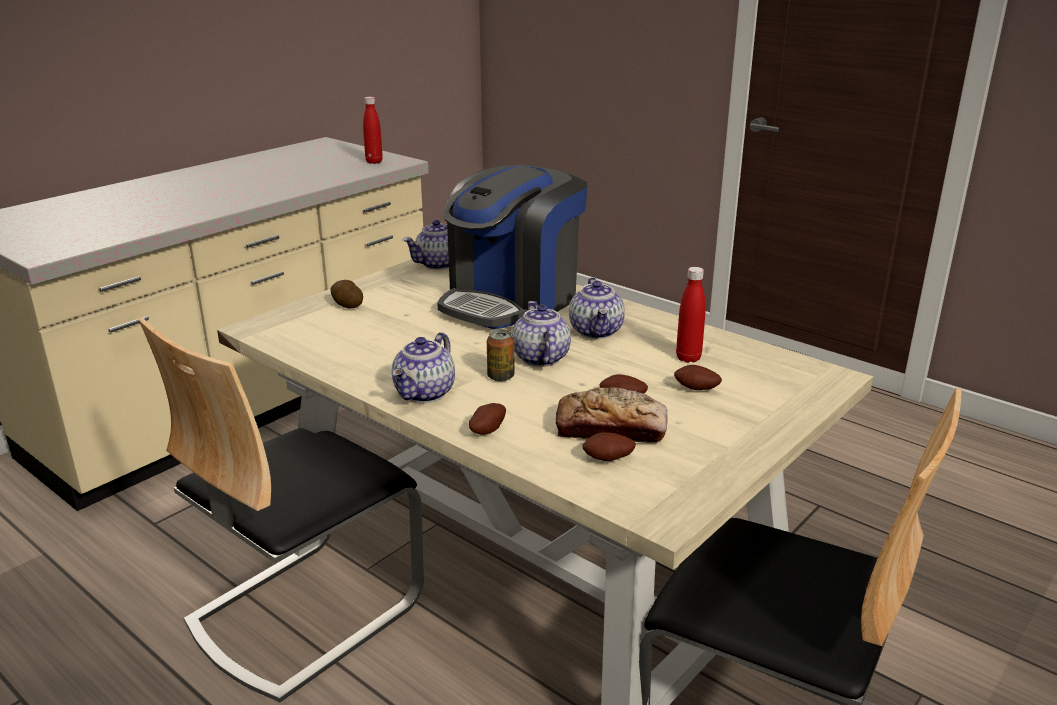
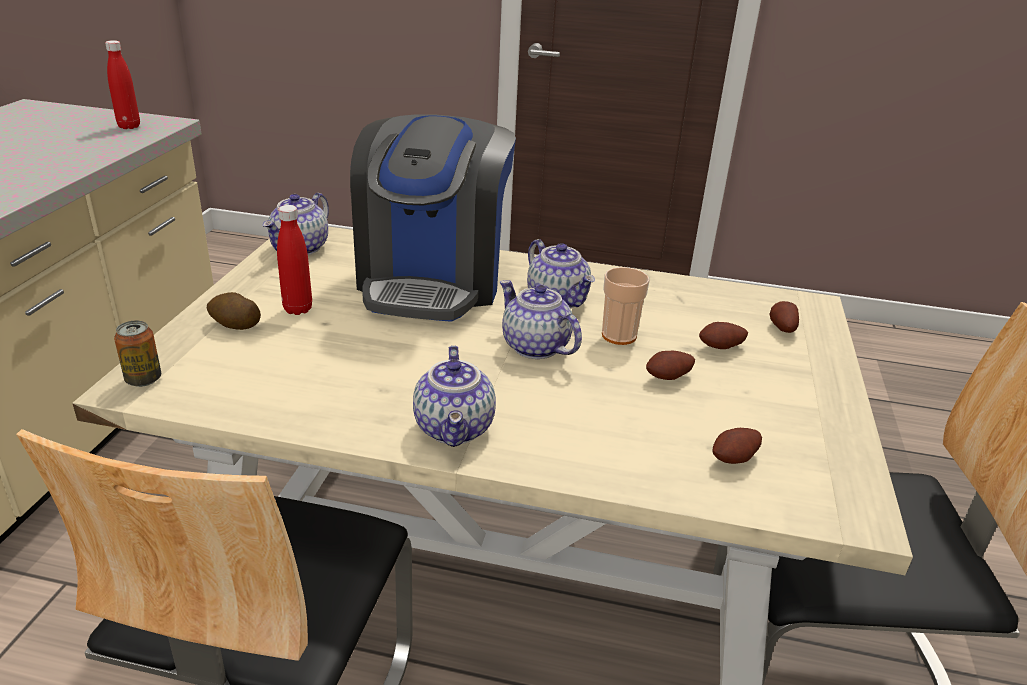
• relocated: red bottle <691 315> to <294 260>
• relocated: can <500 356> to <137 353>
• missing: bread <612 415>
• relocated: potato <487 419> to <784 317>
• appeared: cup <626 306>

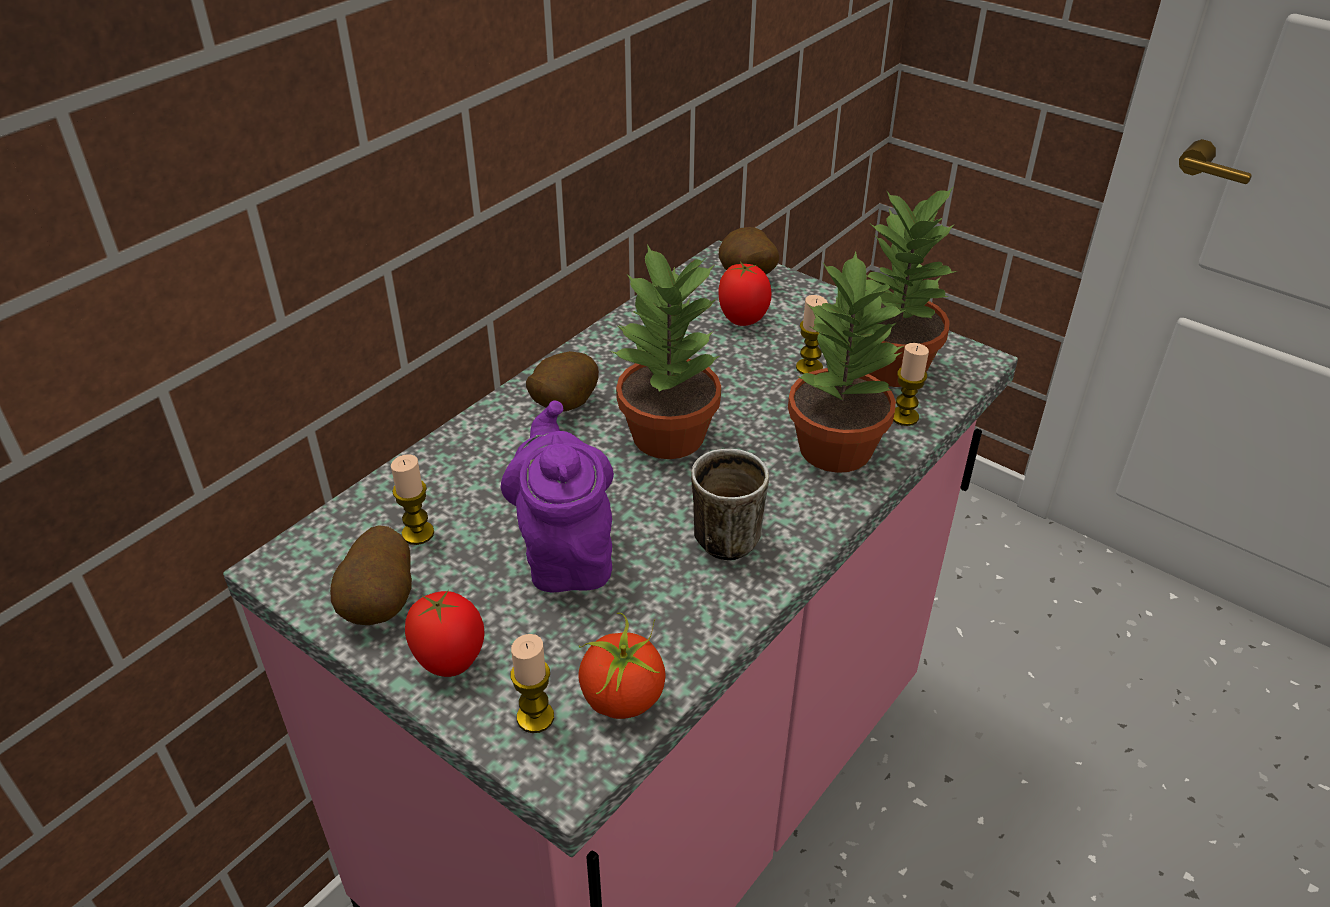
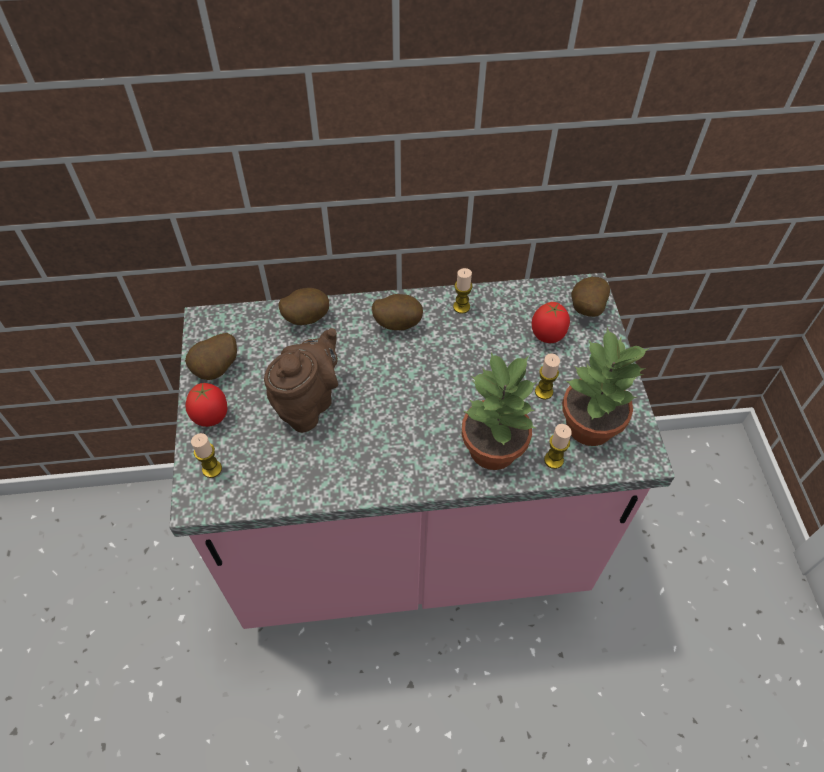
• missing: potted plant <665 351>
• colour: purple teapot <557 497> to brown teapot <301 380>
• missing: mug <730 505>
• relocated: candle <412 499> to <462 291>
• missing: tomato <621 665>
• appeared: potato <304 306>

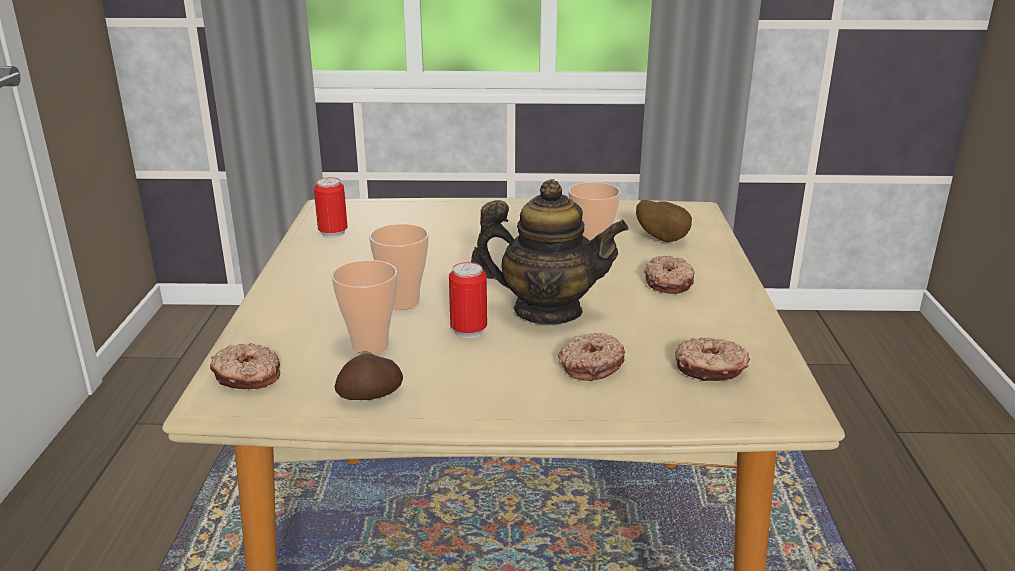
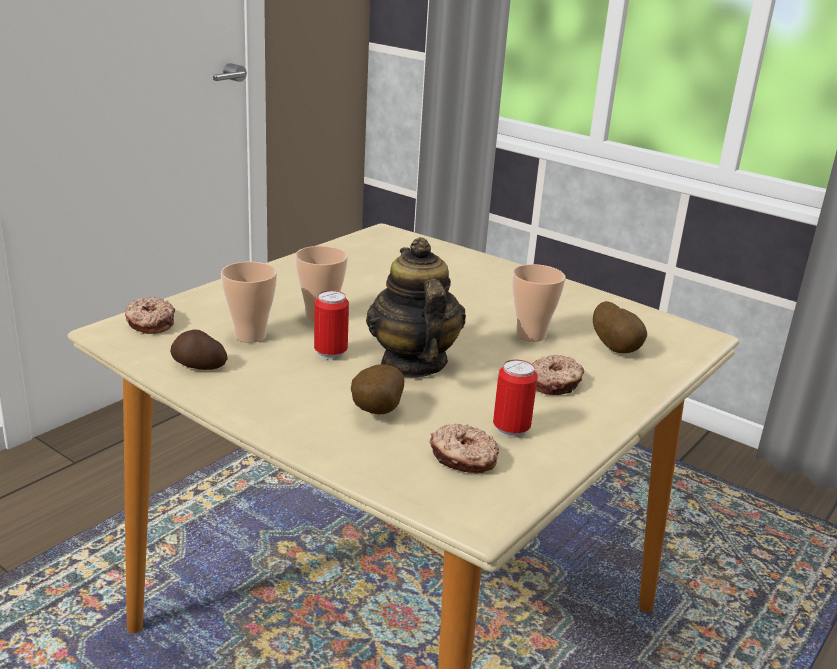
• relocated: can <330 207> to <515 399>
• spun: teapot <550 251> = <416 307> 150 degrees counterclockwise
• exchanged: donut <591 357> to potato <377 389>

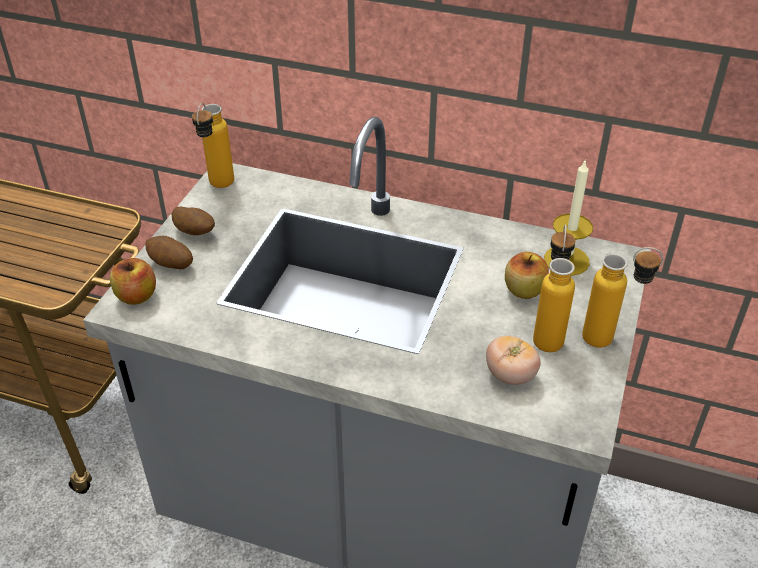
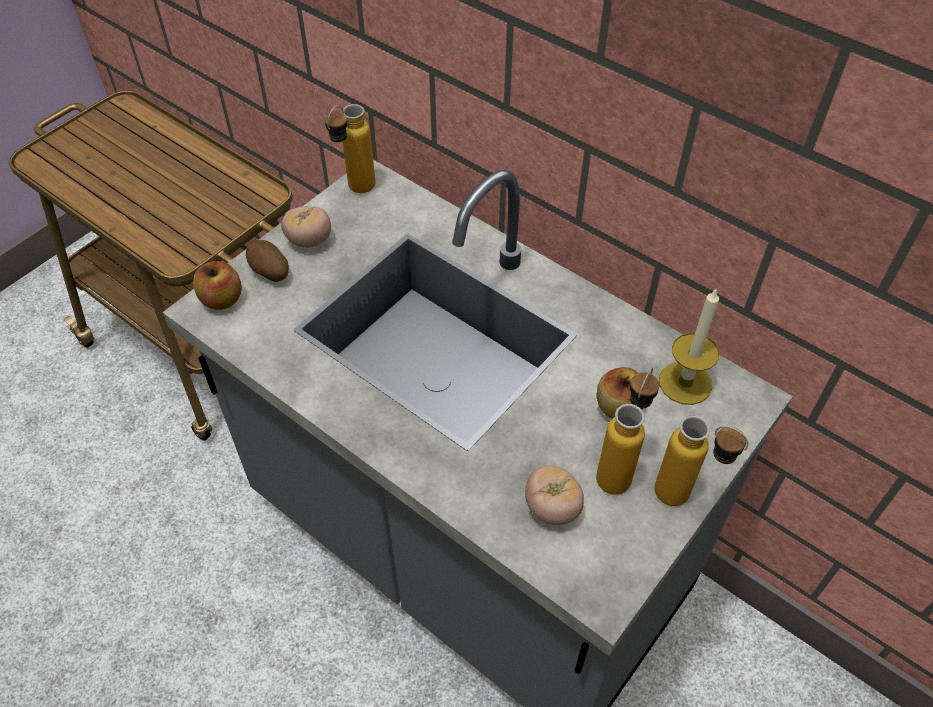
• exchanged: potato <193 221> to tomato <306 227>

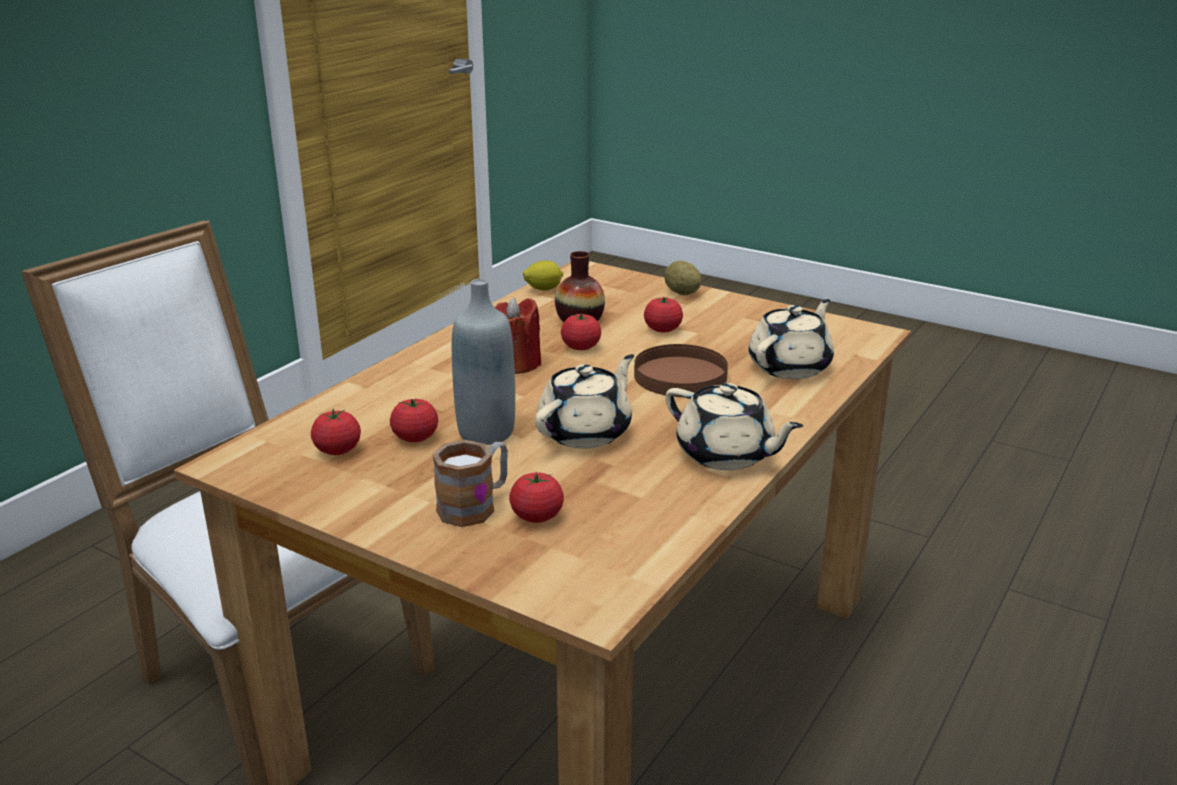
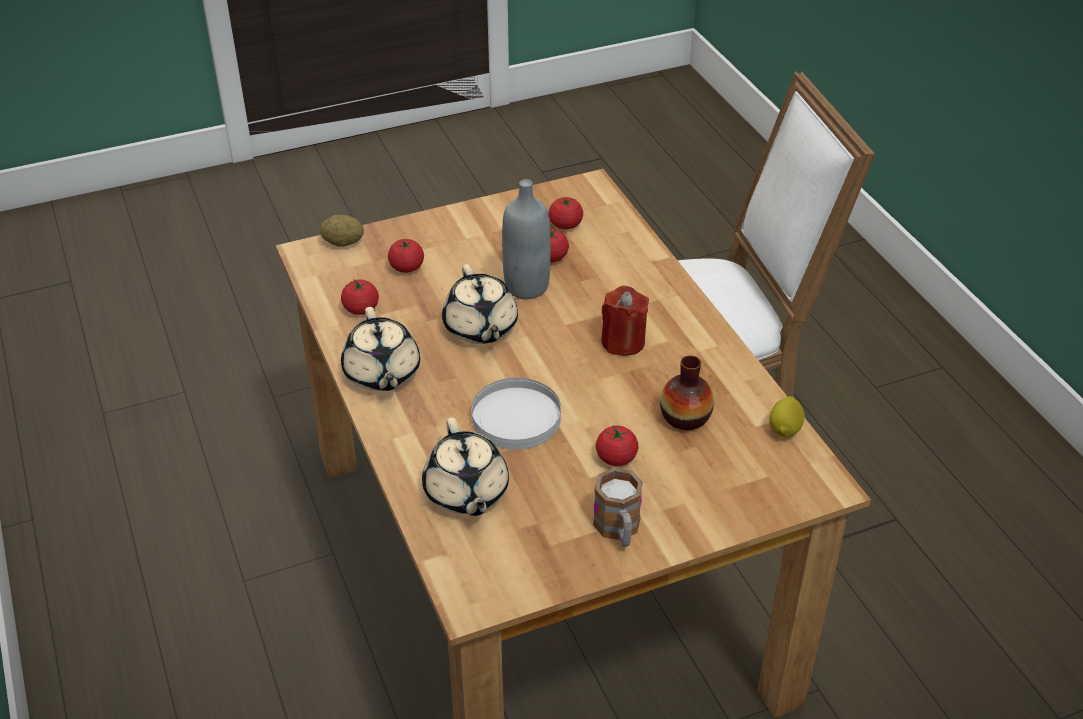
• relocated: potato <683 277> to <342 231>
• relocated: tomato <581 331> to <360 297>
• colour: brown plate <681 370> to white plate <516 414>
• spun: beige teapot <734 426> = <380 349> 90 degrees counterclockwise
• relocated: mug <470 483> to <618 507>

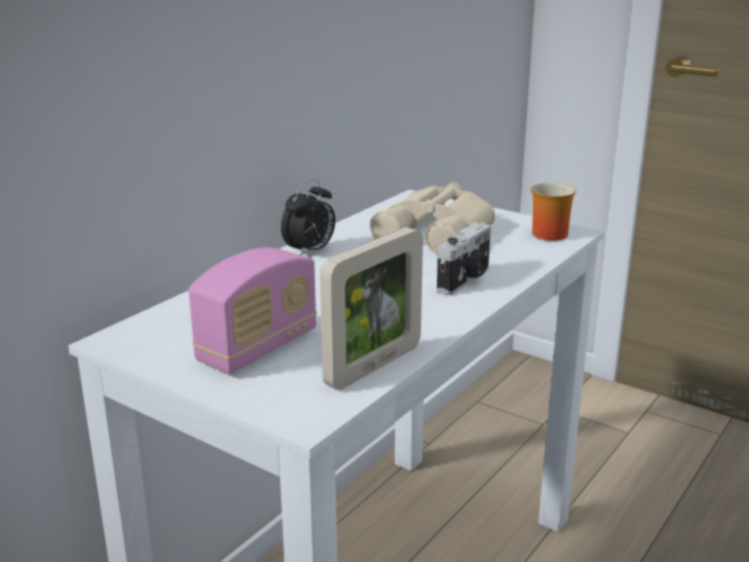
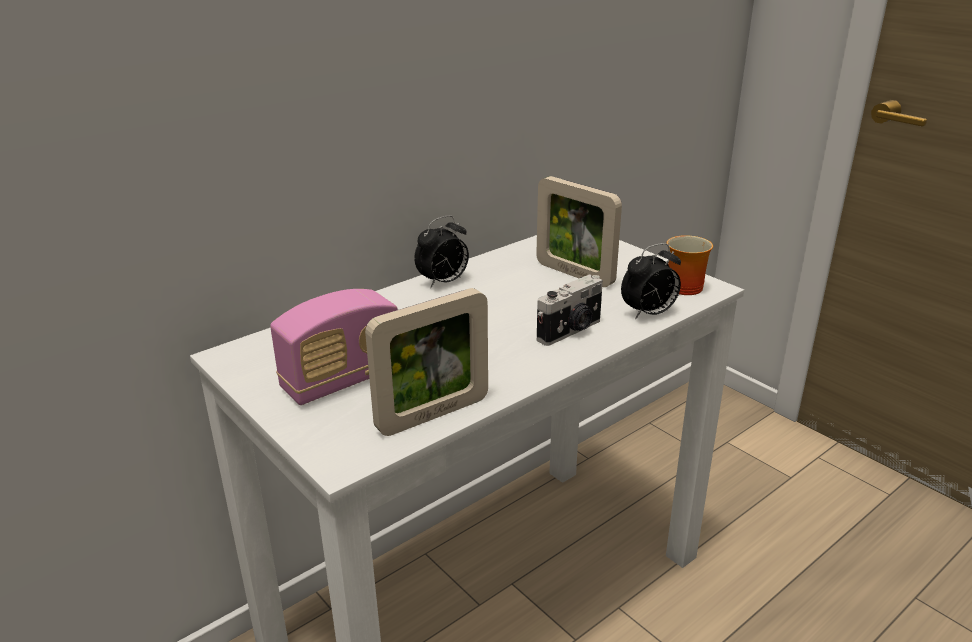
• exchanged: beige binoculars <432 218> to picture frame <579 231>
• appeared: alarm clock <651 281>

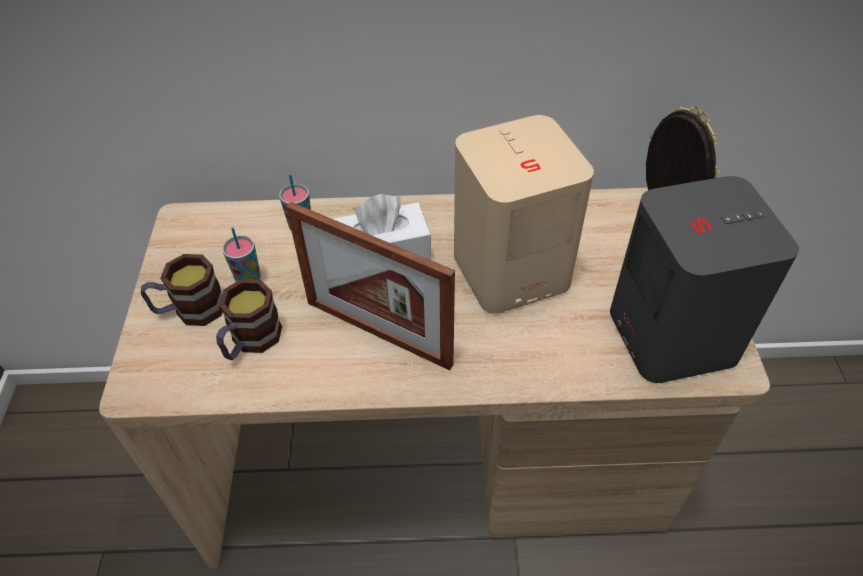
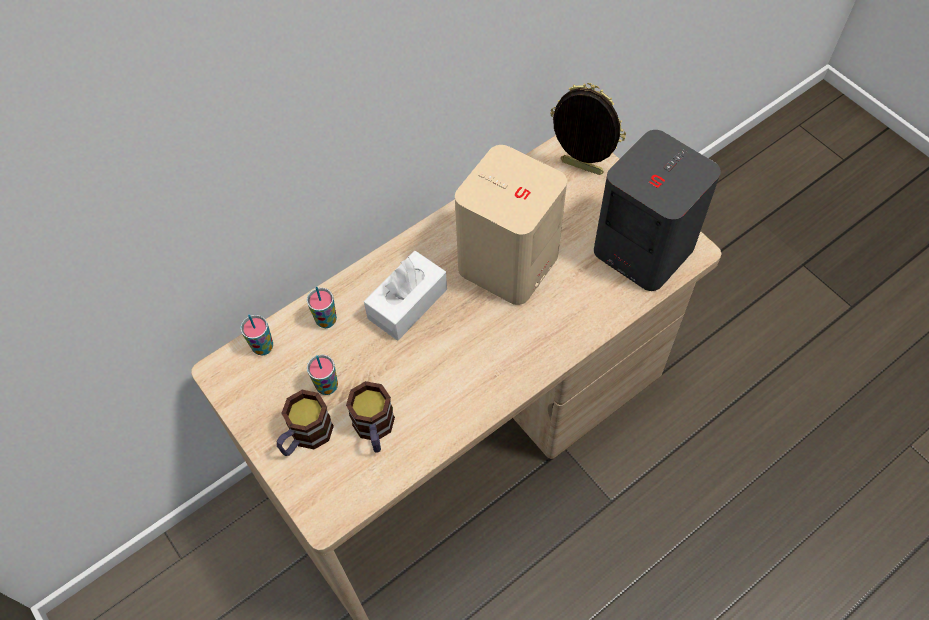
• missing: picture frame <370 286>
• appeared: cup <257 335>

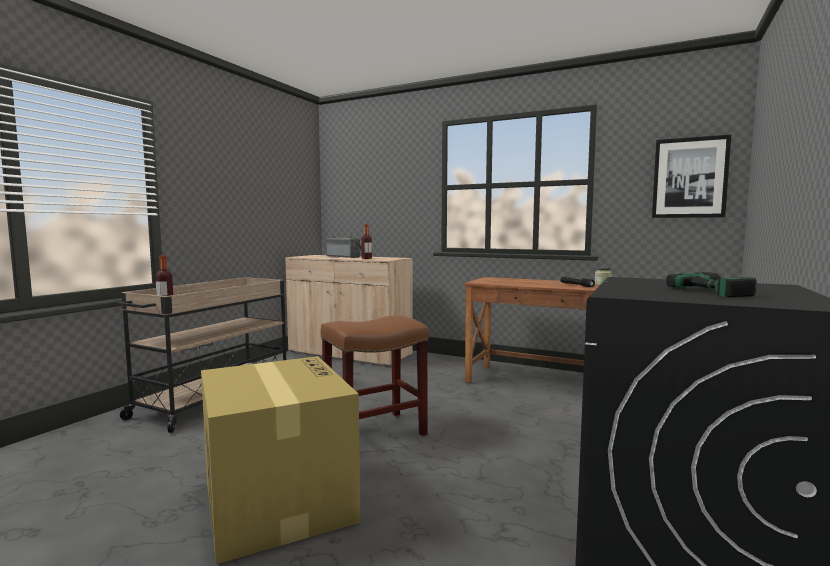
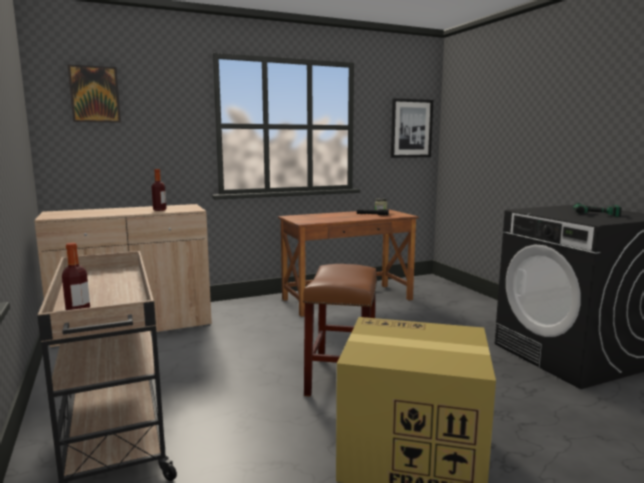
• missing: radio <344 246>
• appeared: picture <94 93>

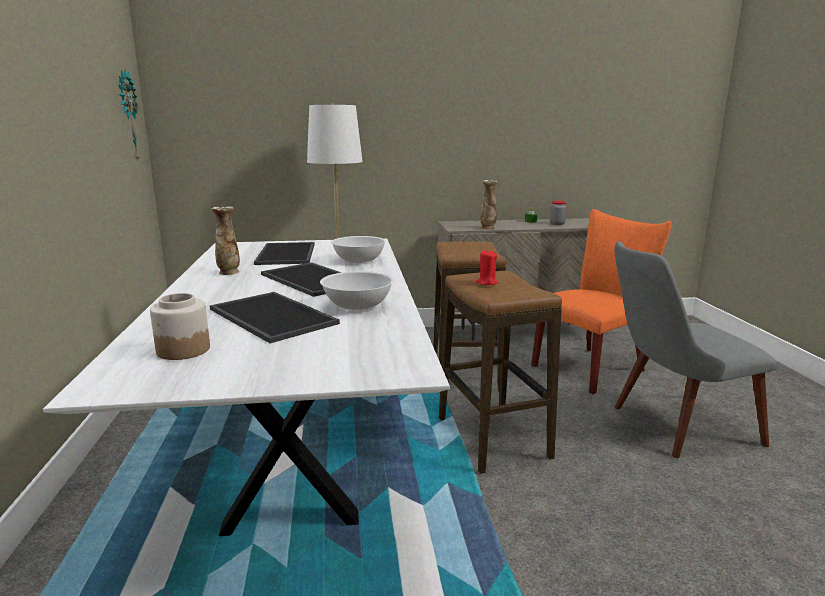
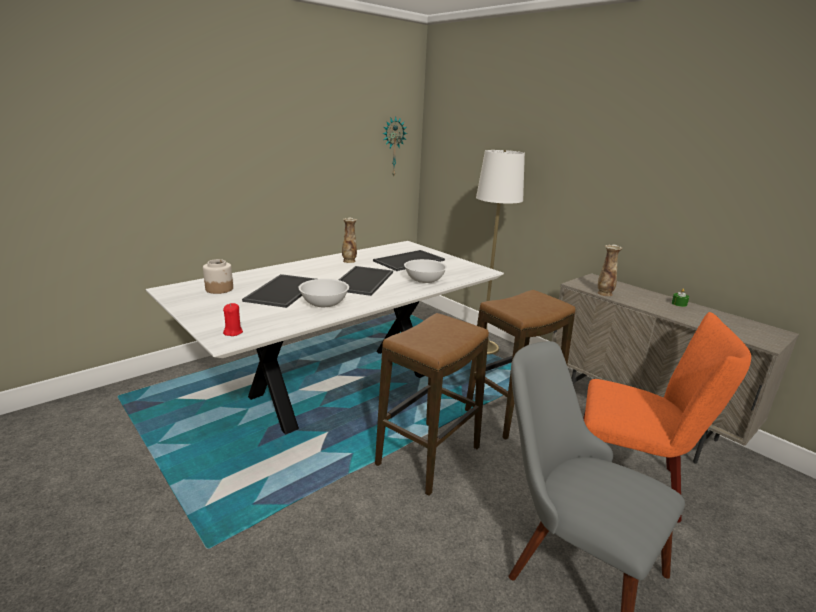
• missing: jar <558 213>
• relocated: red candle <487 267> to <233 319>

